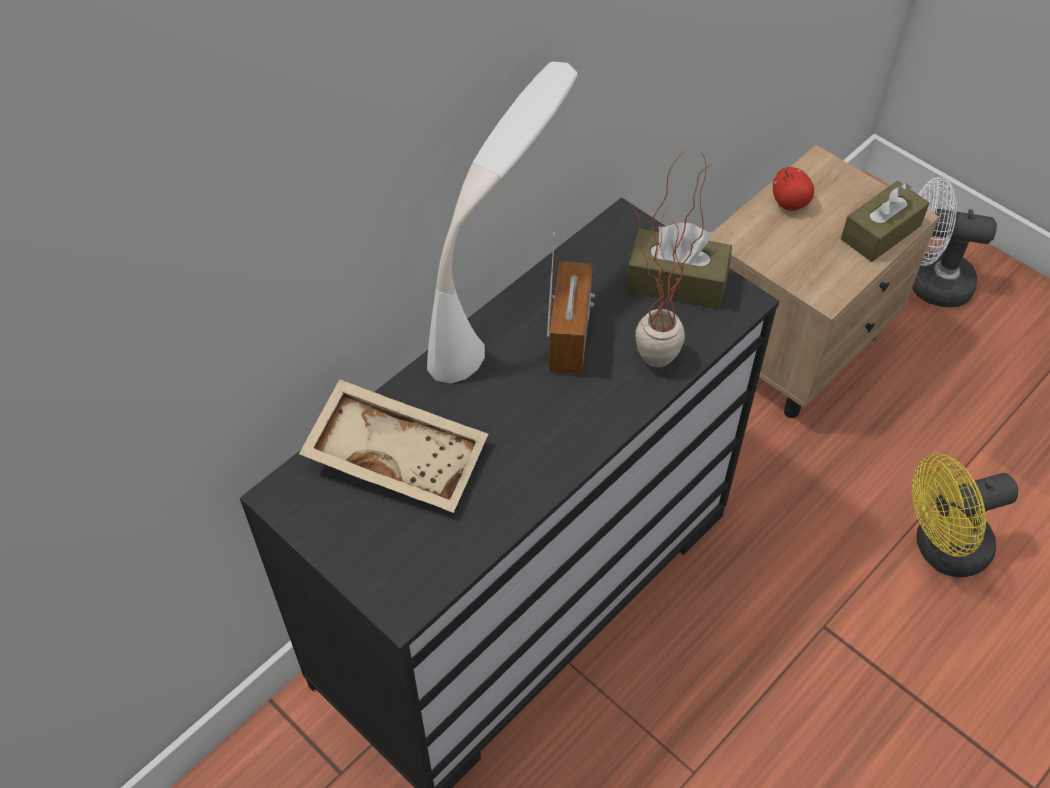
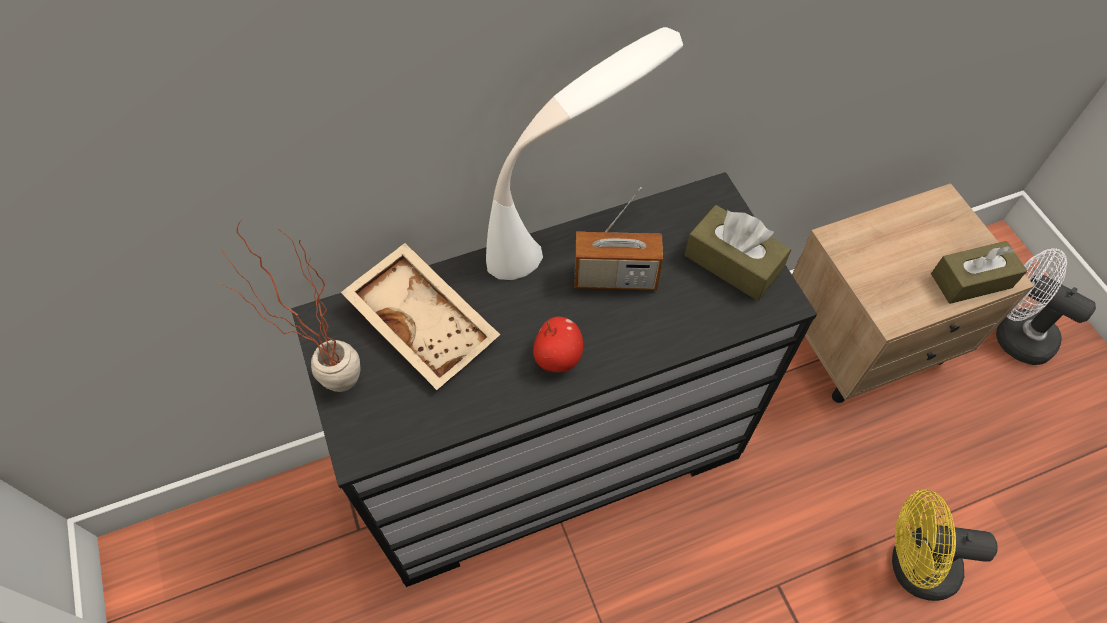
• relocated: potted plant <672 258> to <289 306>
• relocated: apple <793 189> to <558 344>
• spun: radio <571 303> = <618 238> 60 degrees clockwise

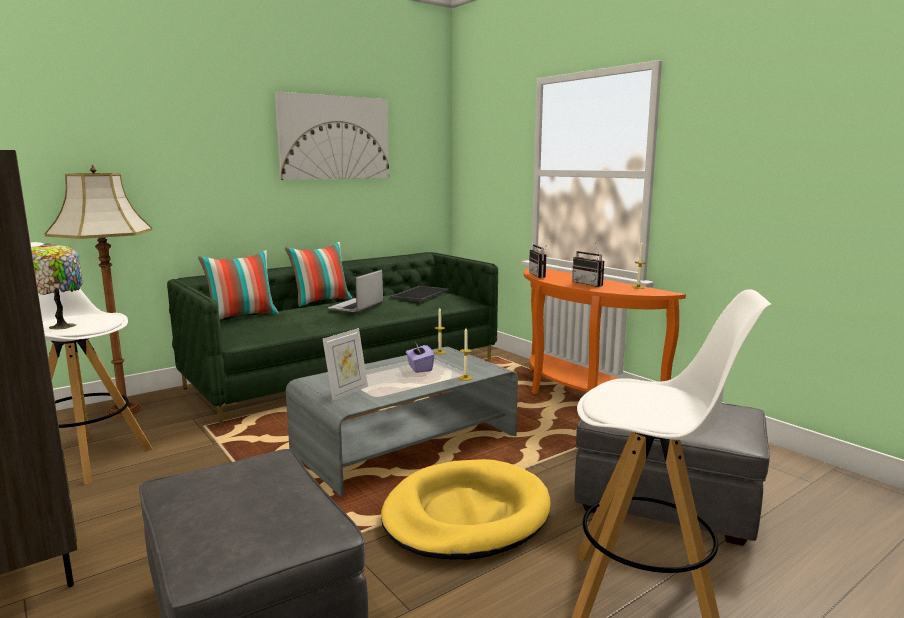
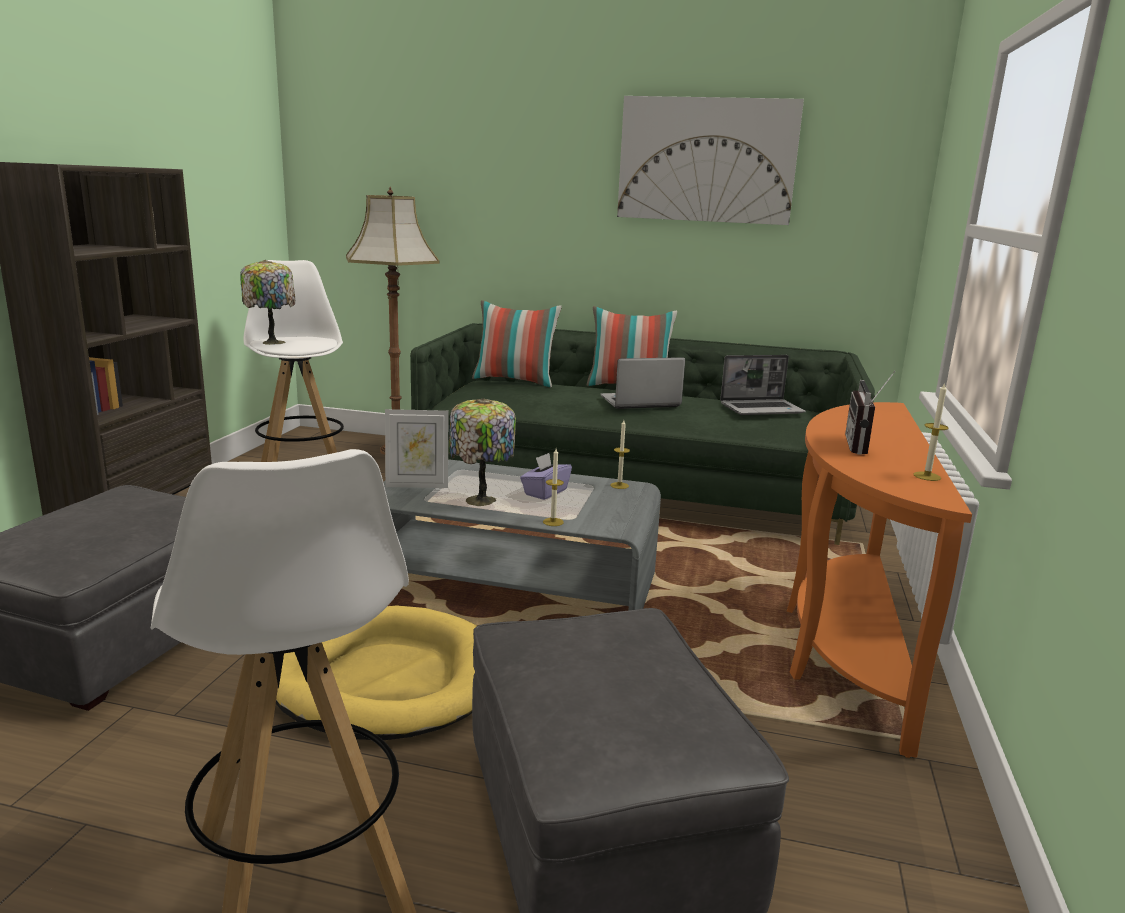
• missing: radio <539 257>
• exchanged: tray <419 294> to laptop <763 385>
• appeared: table lamp <482 452>

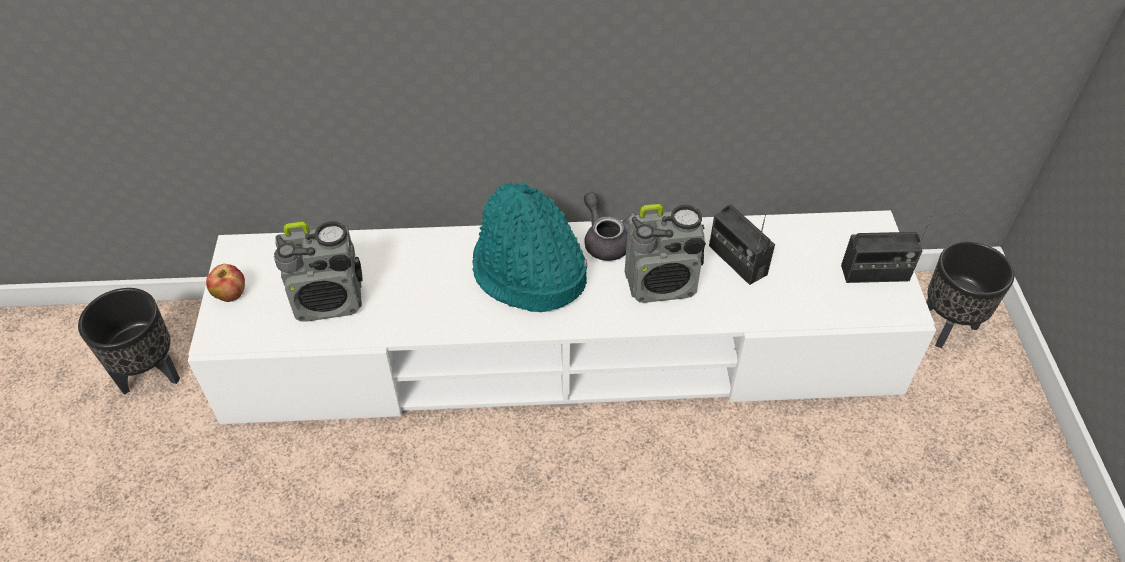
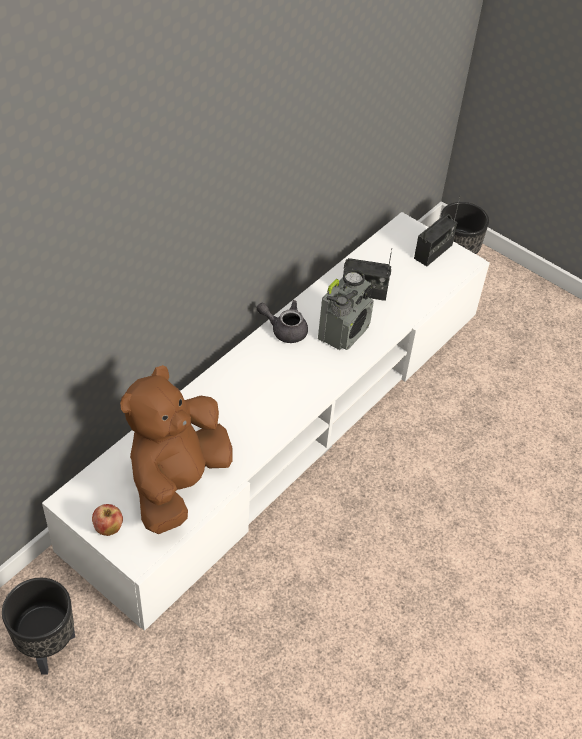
• missing: turquoise hat <529 247>
• exchanged: radio <318 271> to brown plush toy <176 449>

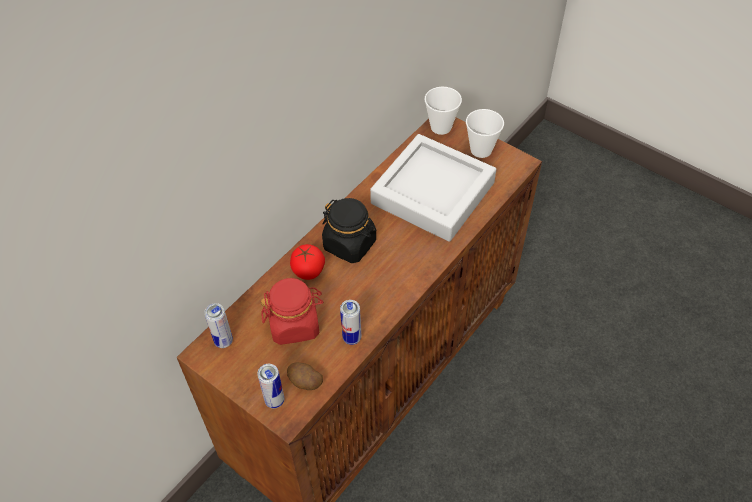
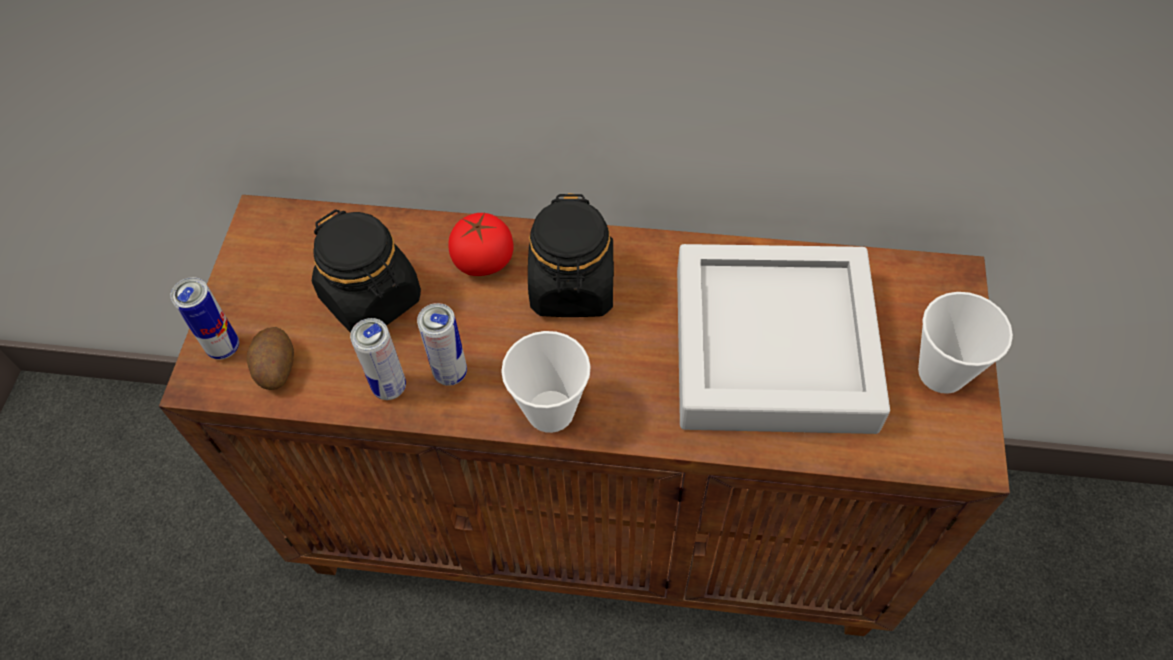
• relocated: cup <443 111> to <546 382>
• colour: red jar <292 311> to black jar <366 271>
• relocated: can <218 325> to <442 344>

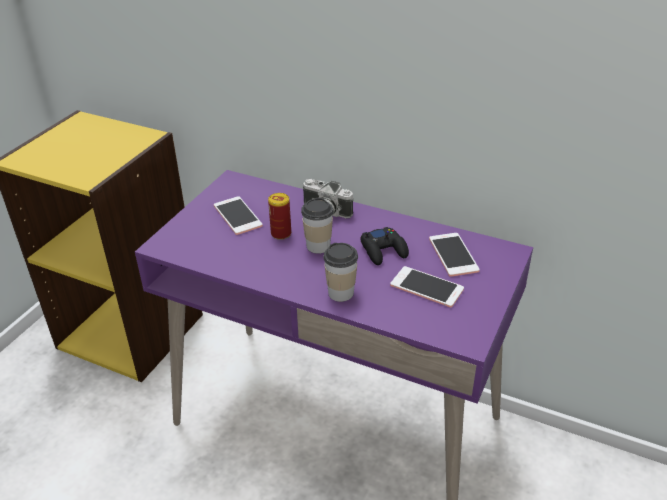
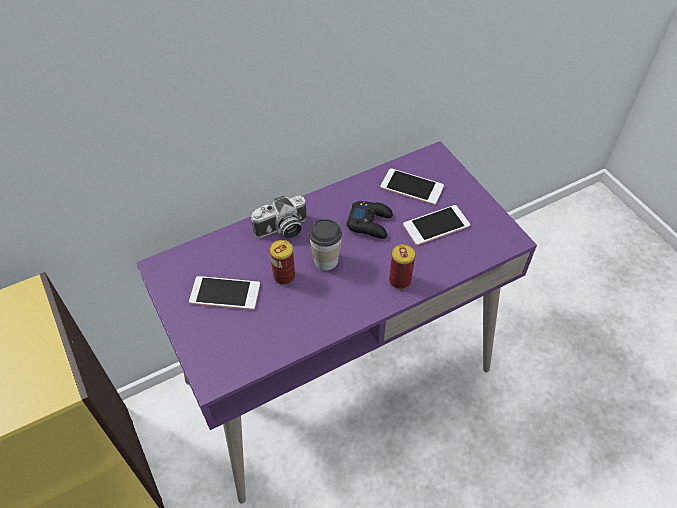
• exchanged: cup <340 272> to can <402 266>

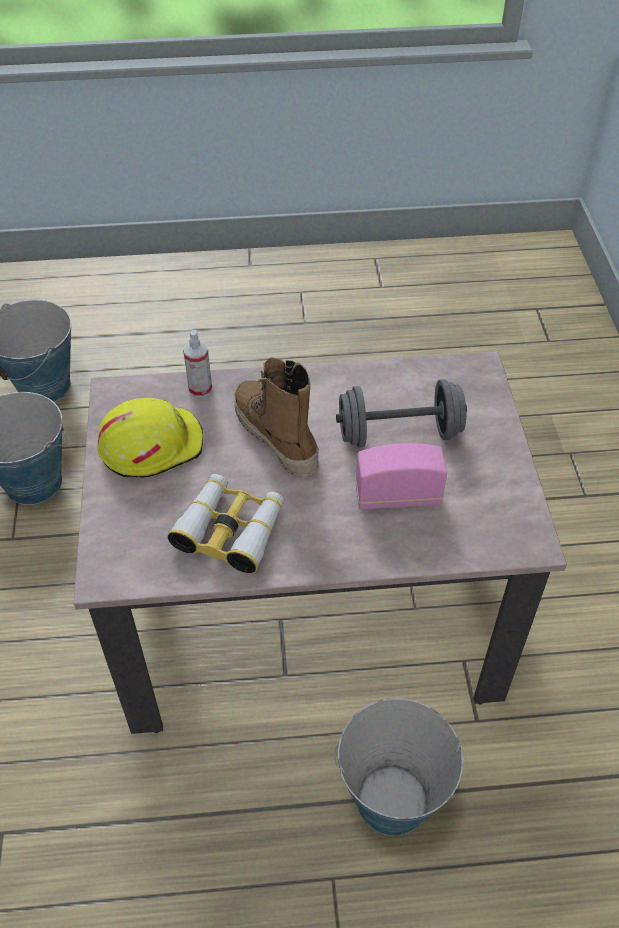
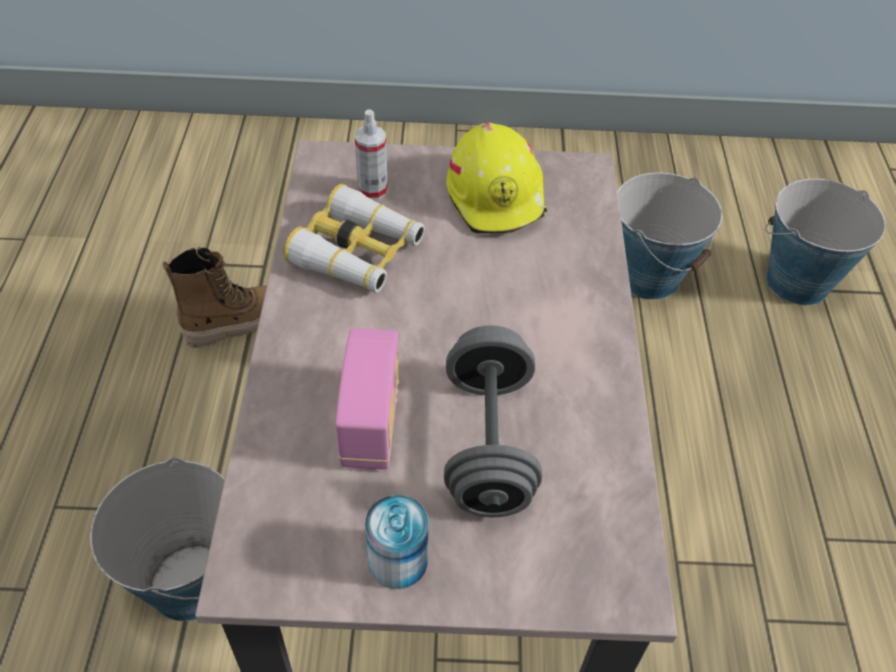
• relocated: spray bottle <197 363> to <371 154>
• relocated: boot <276 417> to <215 297>
• appeared: can <397 542>

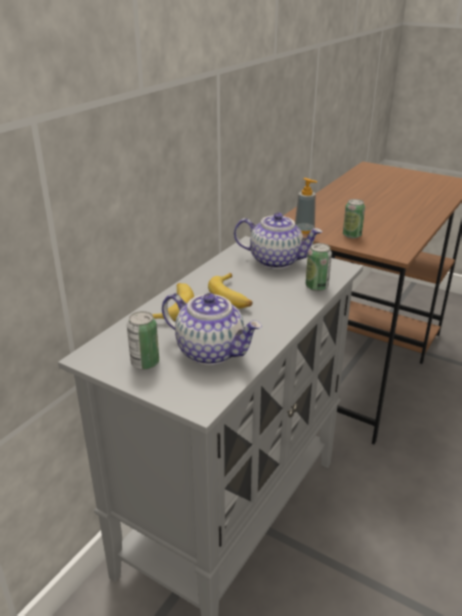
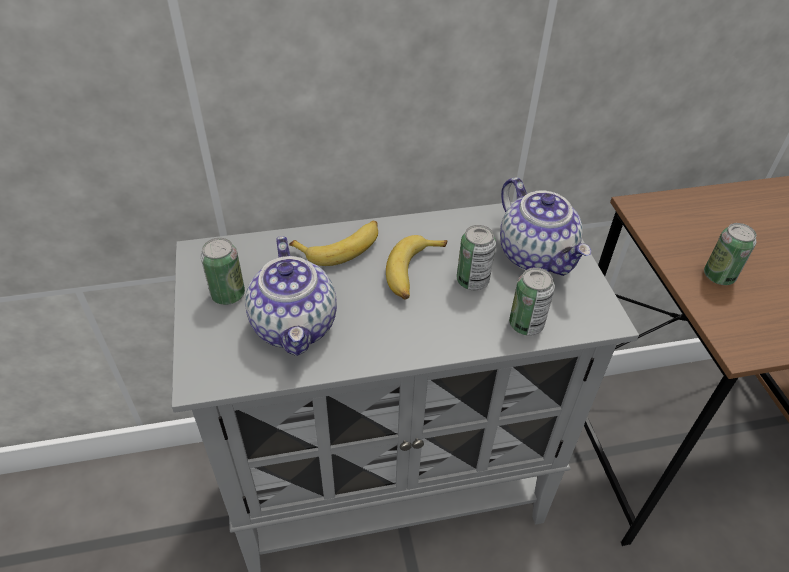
• missing: soap dispenser <306 206>
• appeared: can <476 257>

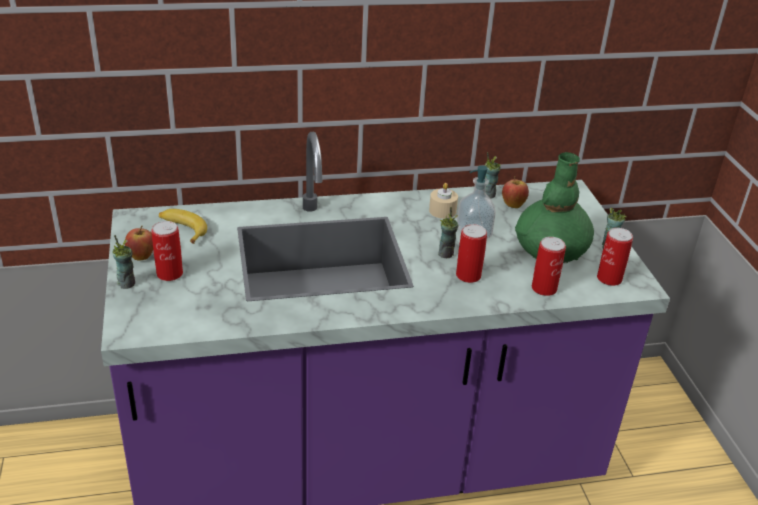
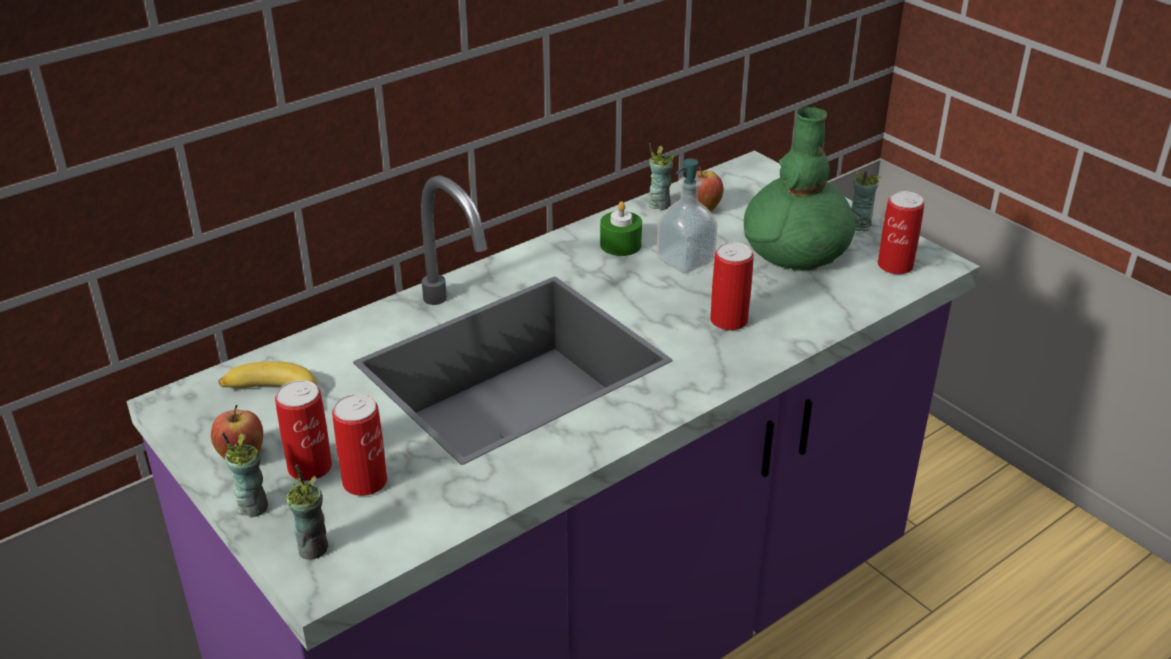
• colour: beige candle <443 201> to green candle <621 228>
• relocated: cup <448 232> to <306 512>
• relocated: can <549 266> to <359 445>

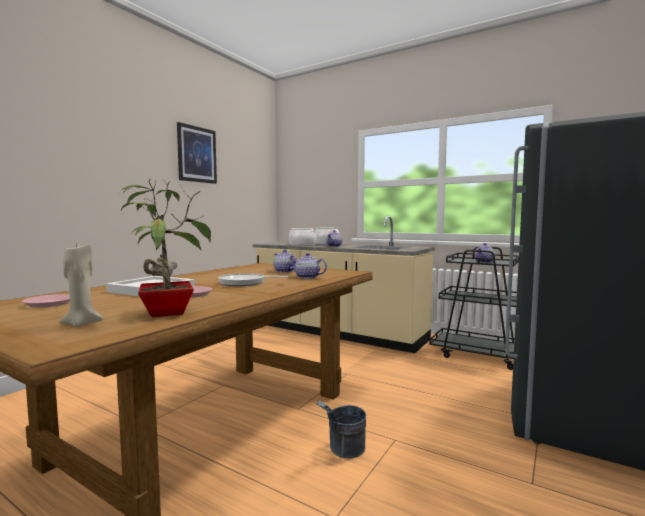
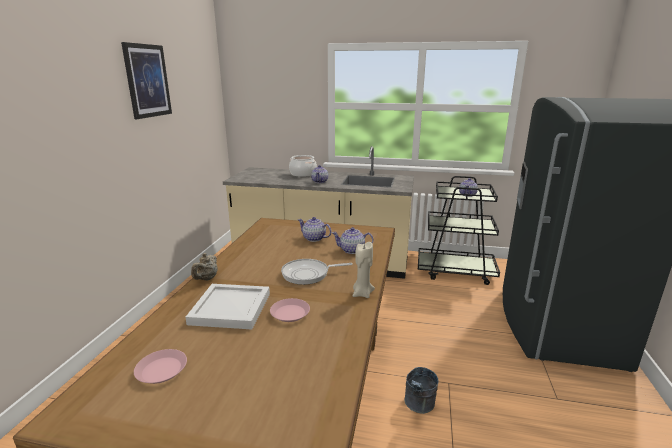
• missing: potted plant <165 248>
• missing: cooking pot <302 237>
• relocated: beige candle <81 285> to <364 270>

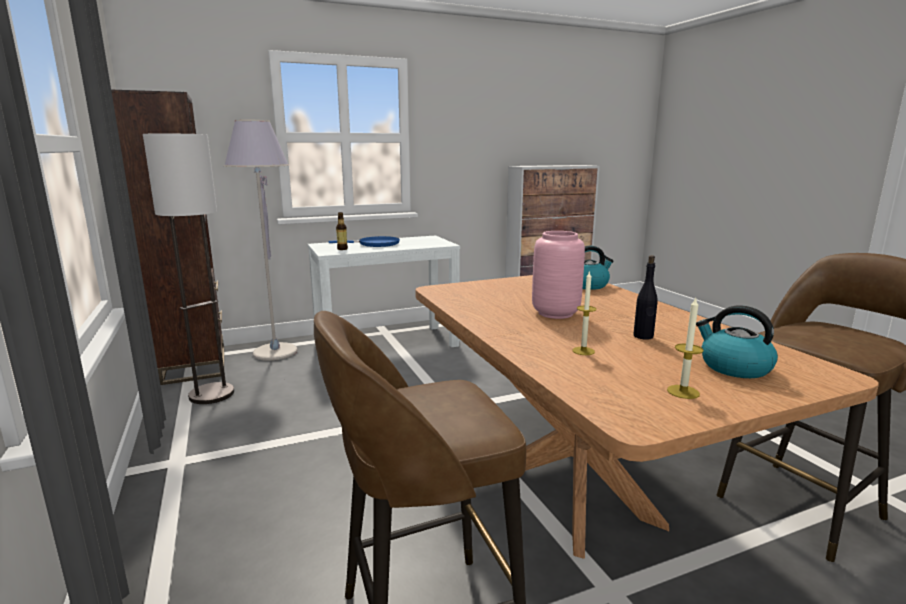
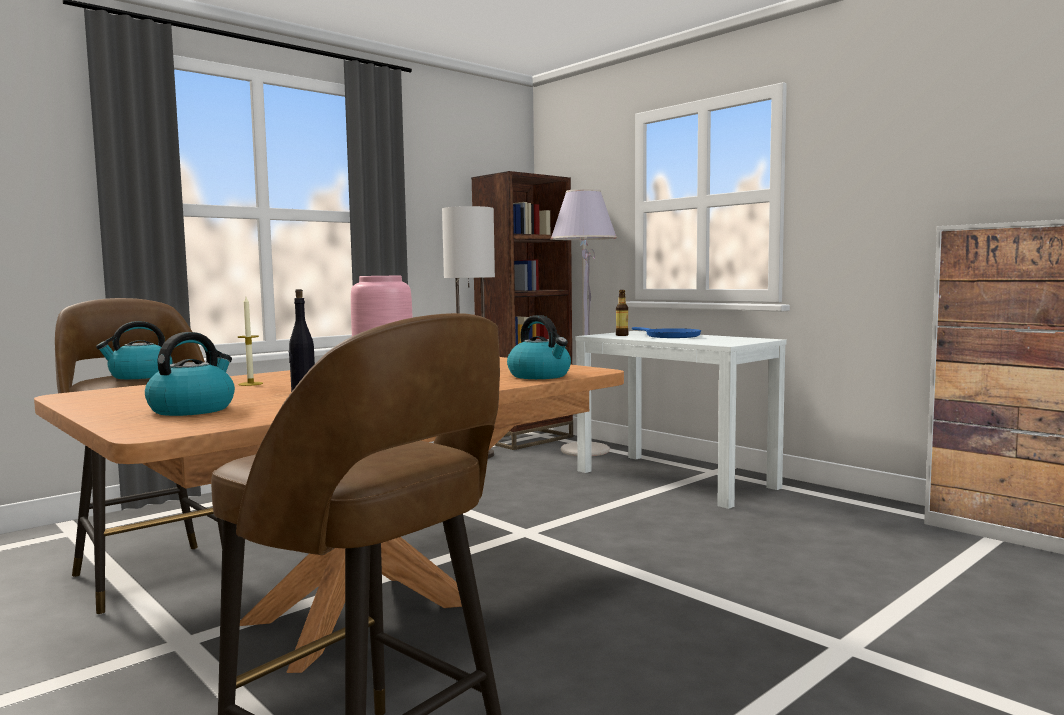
• missing: candle <685 348>
• appeared: kettle <134 350>

